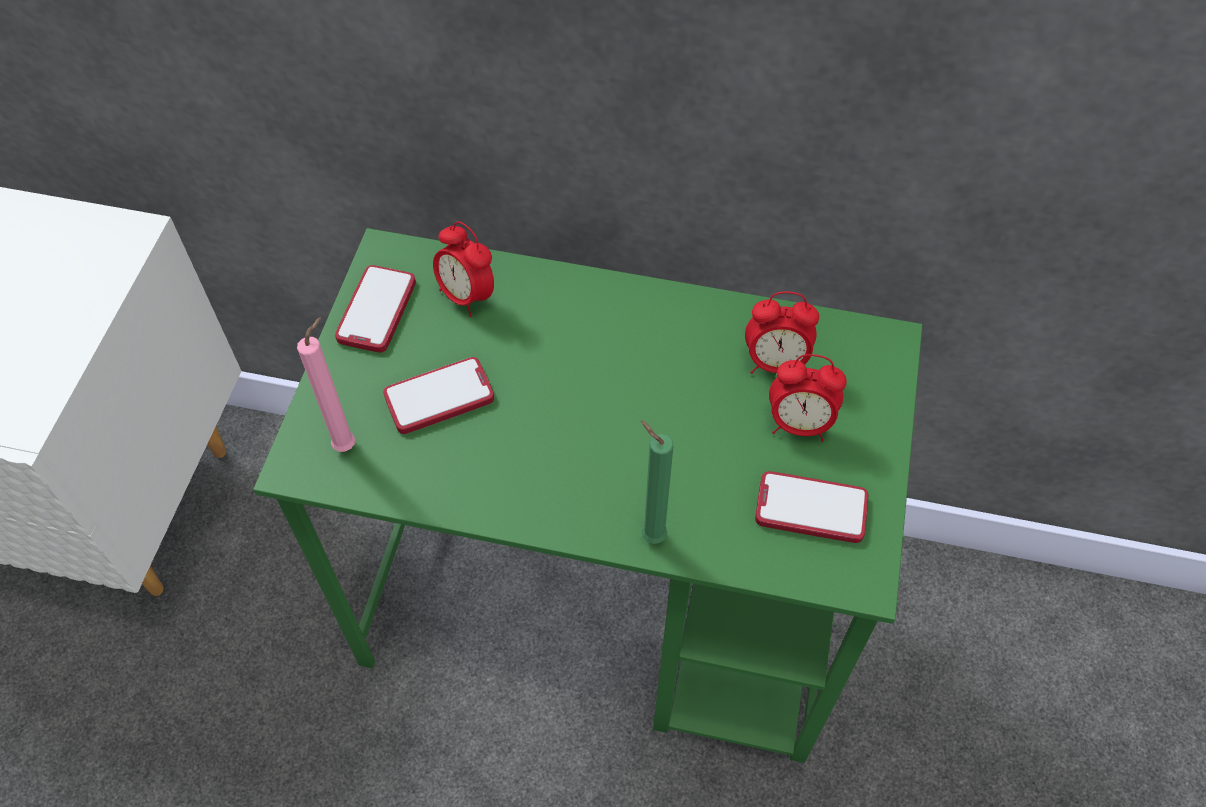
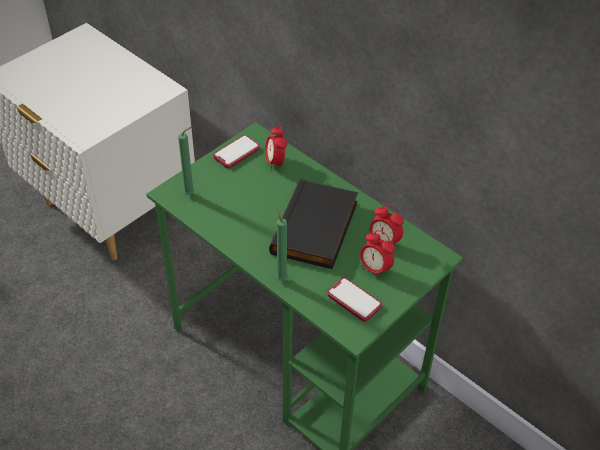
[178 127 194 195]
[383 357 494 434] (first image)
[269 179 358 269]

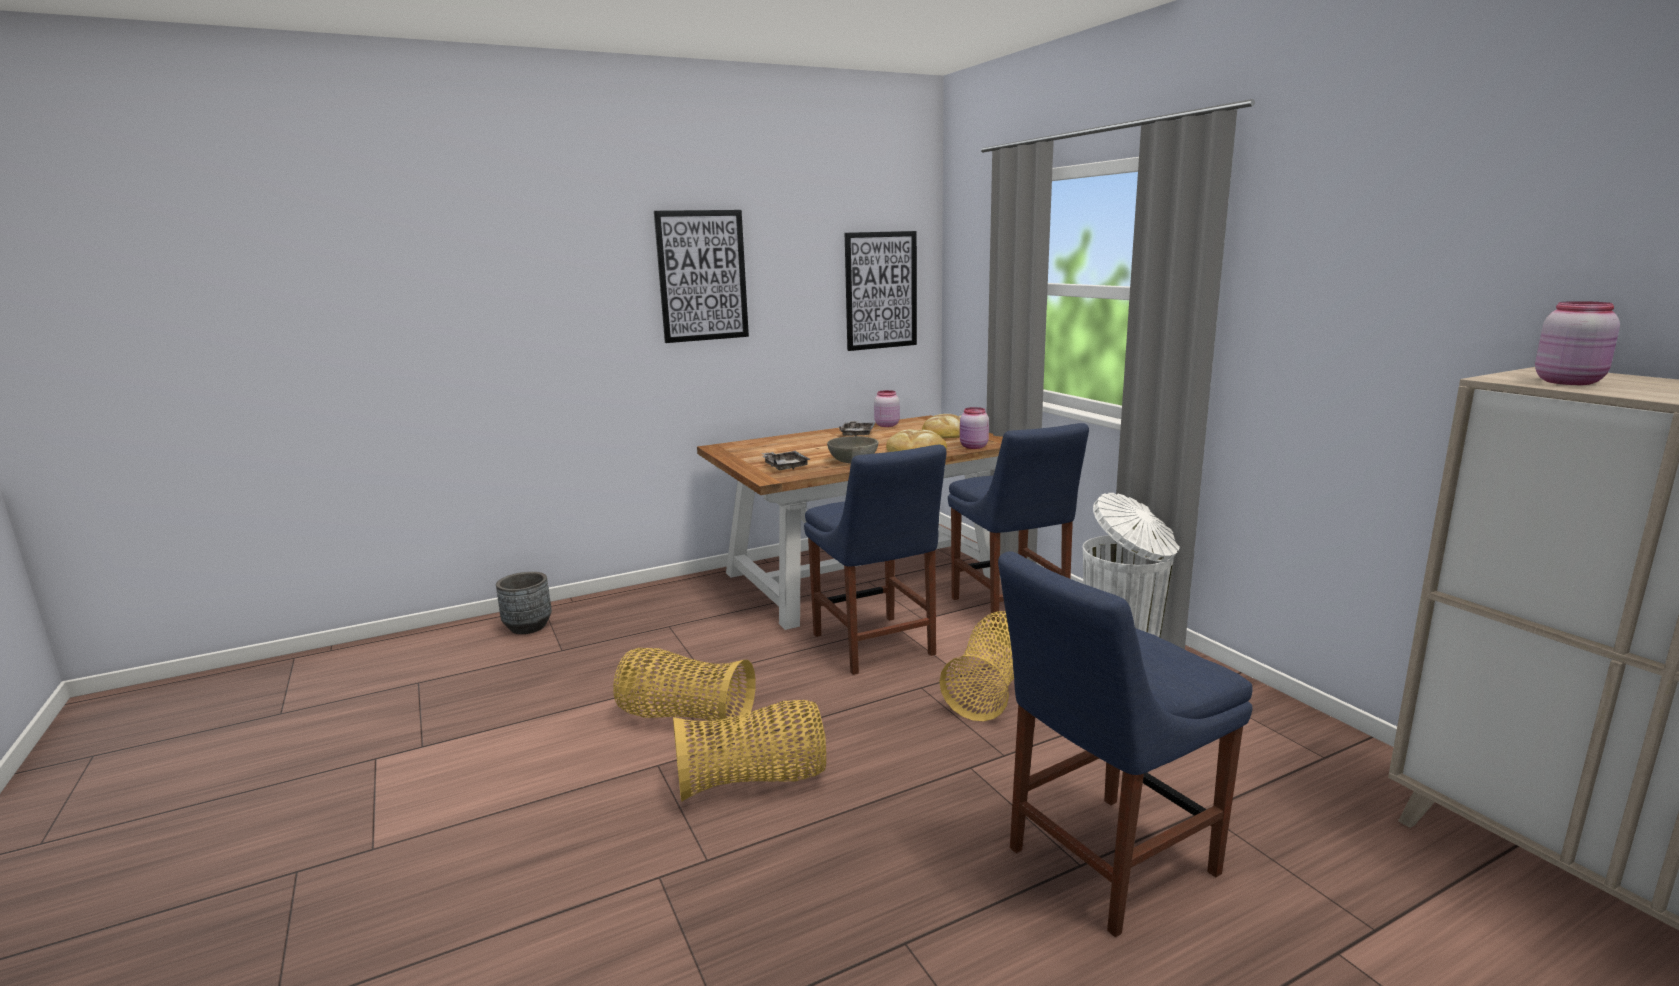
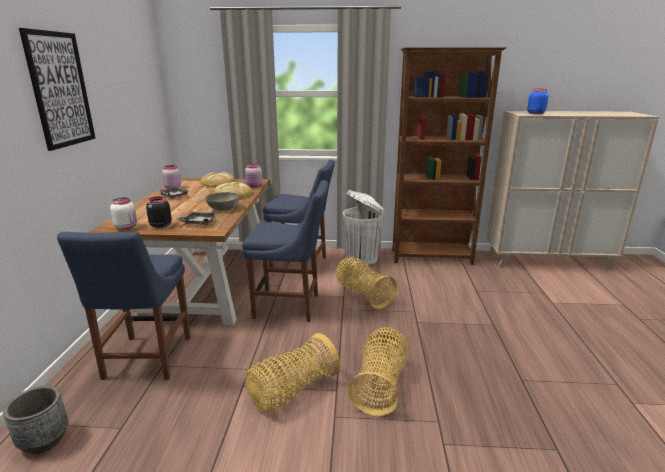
[845 231 917 351] (first image)
[57 232 191 380]
[527 89 549 114]
[110 197 137 230]
[146 196 172 229]
[392 47 507 265]

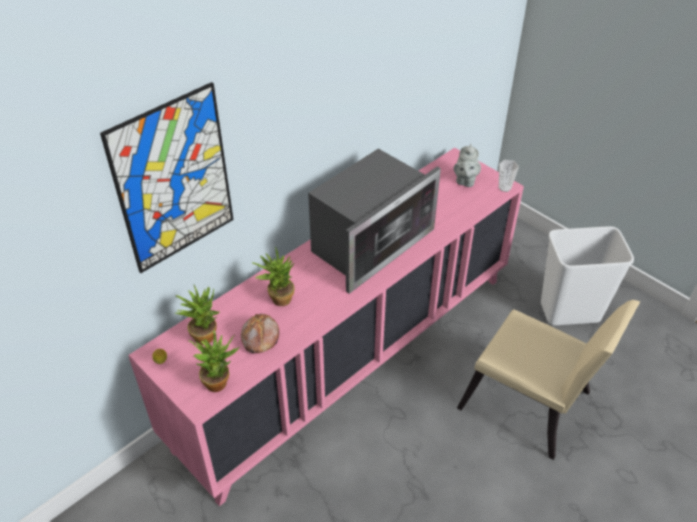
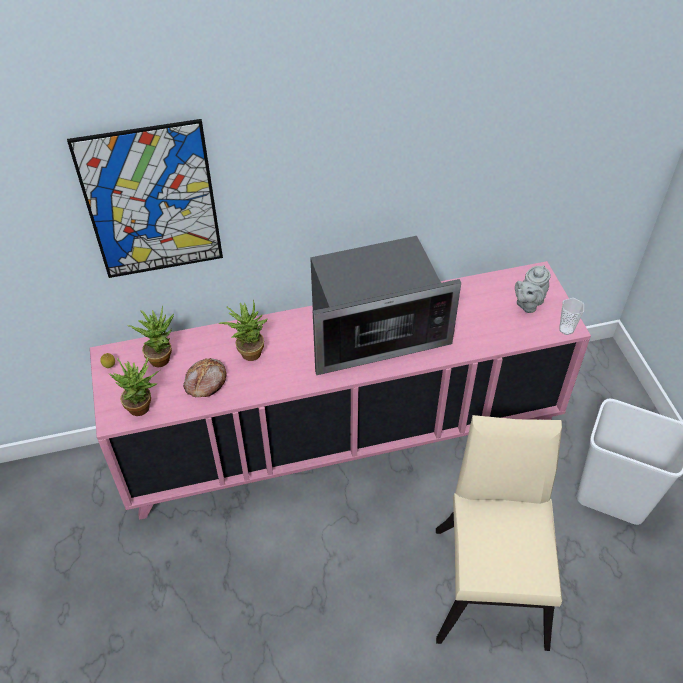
[436 415 562 651]

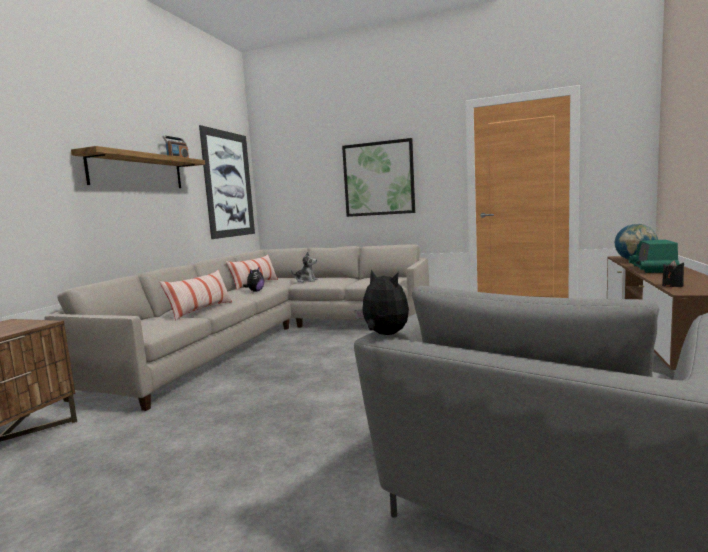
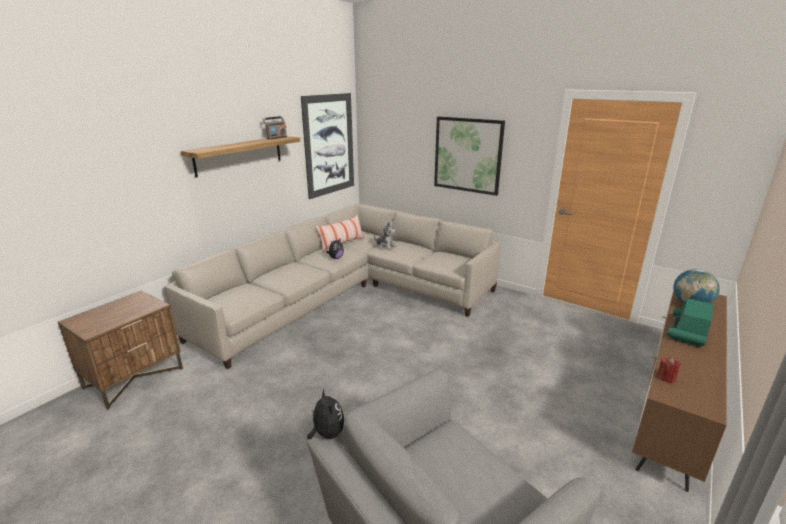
[160 270 232 321] (first image)
[657 357 681 383]

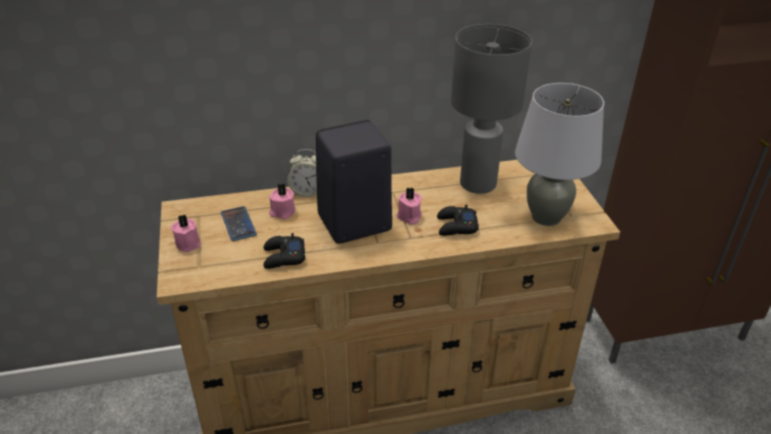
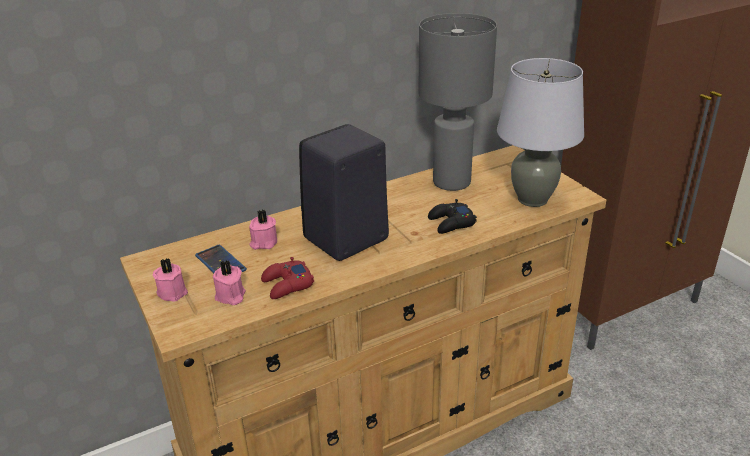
[261 257 314 299]
[287 149 317 197] (first image)
[213 260 246 305]

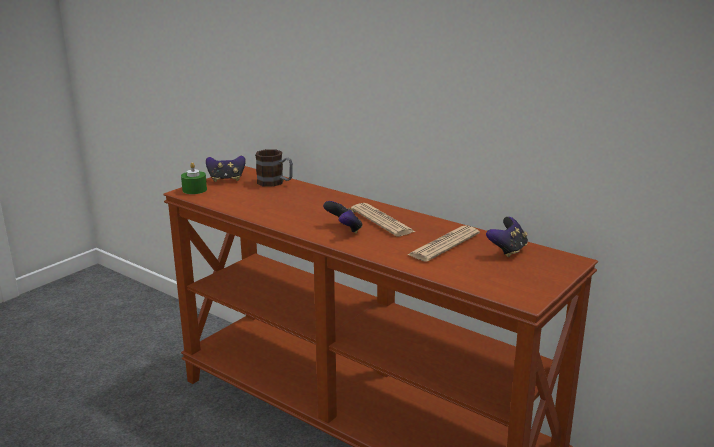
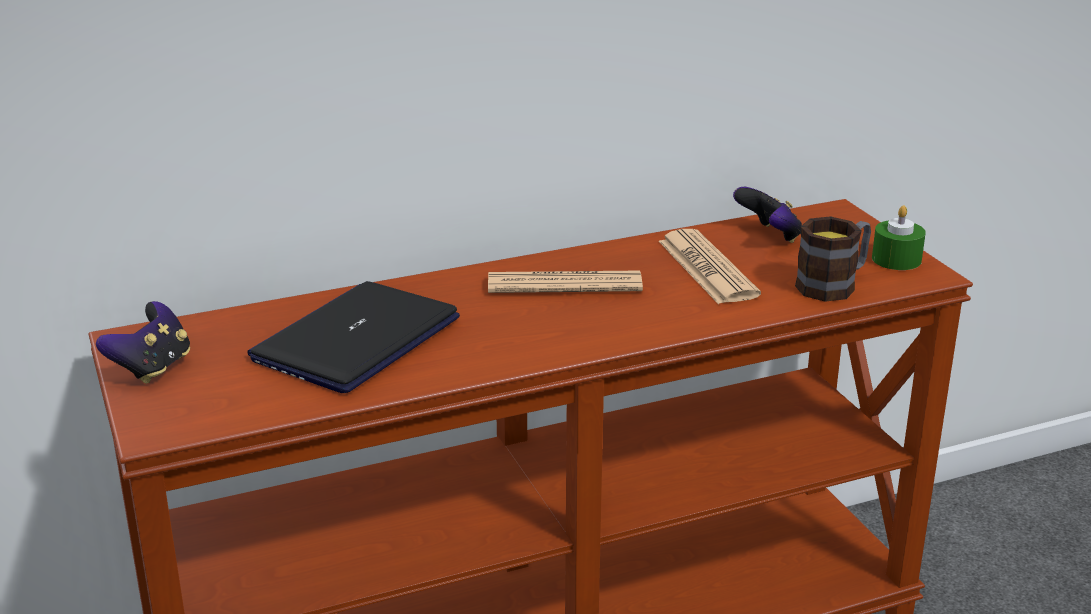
[872 205 926 270]
[795 216 871 302]
[323 201 362 233] (first image)
[247 281 460 393]

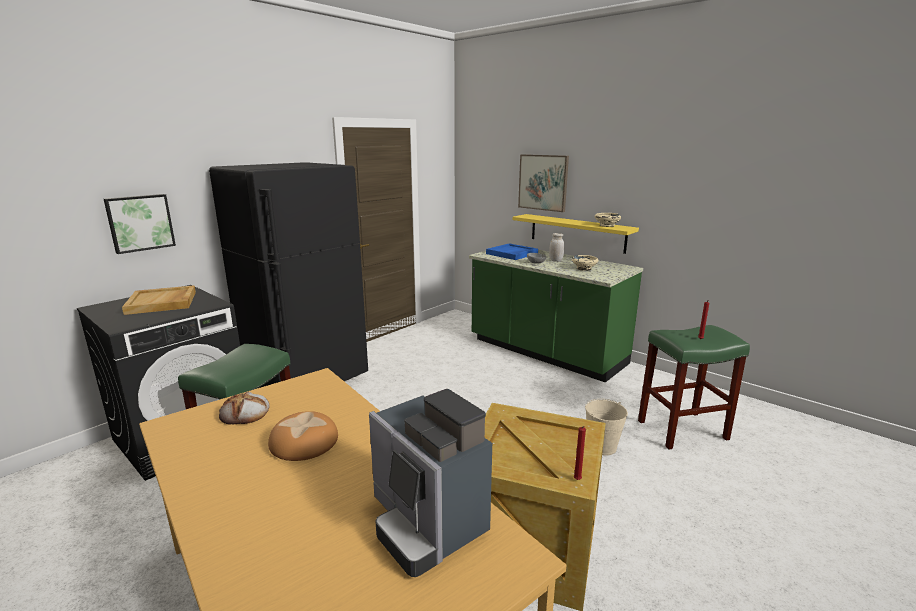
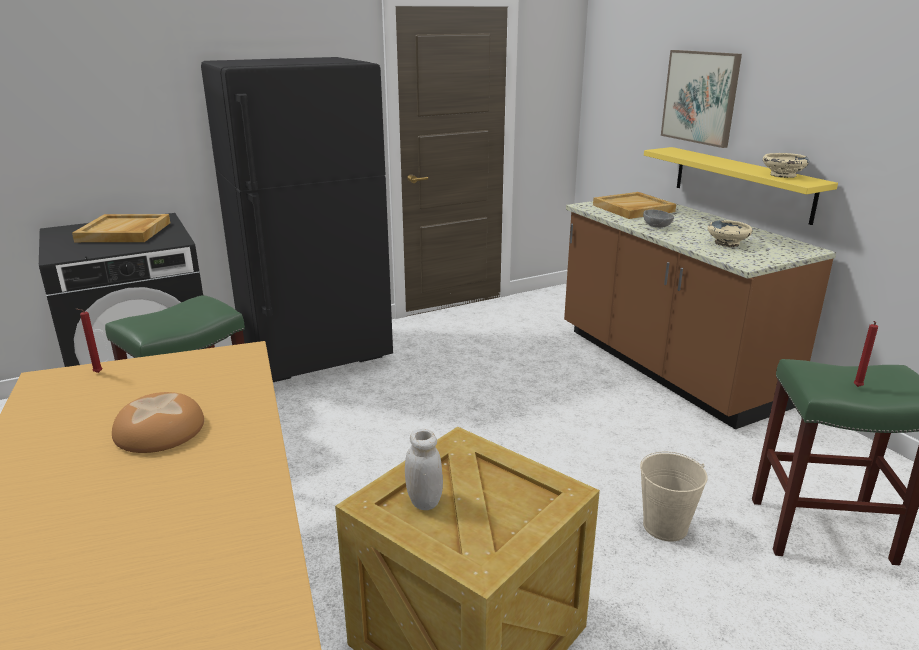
[104 194 176 254] (first image)
[219 392 270 425] (first image)
[369 389 492 577] (first image)
[564 199 836 430]
[593 192 676 219]
[405 429 443 510]
[76 308 103 373]

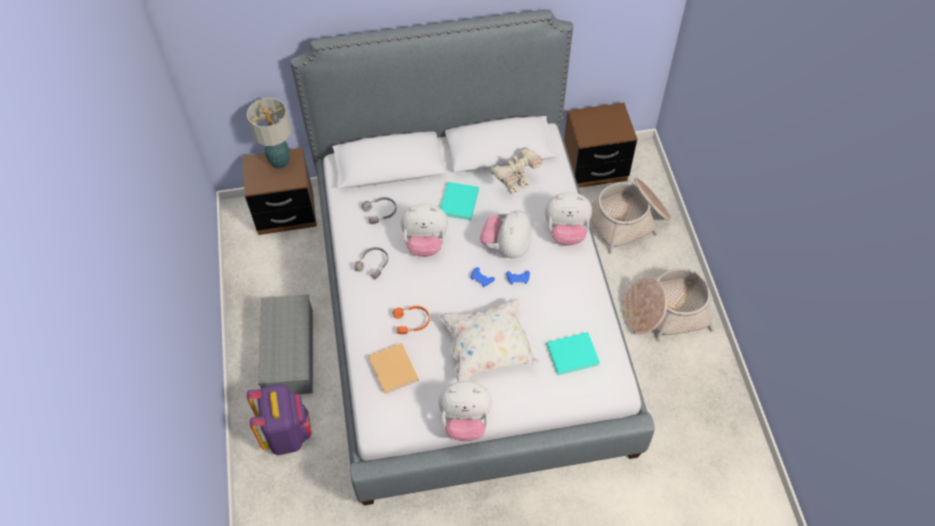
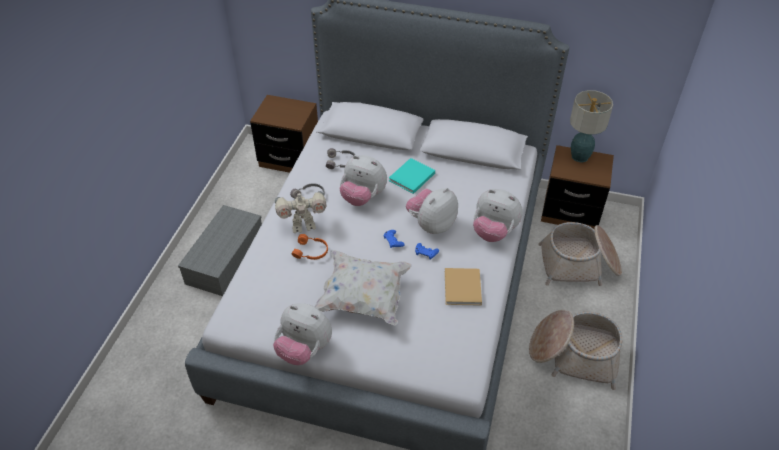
[570 90 613 162]
[247 384 312 455] (first image)
[445 268 482 306]
[275 191 326 233]
[547 332 600 375] (first image)

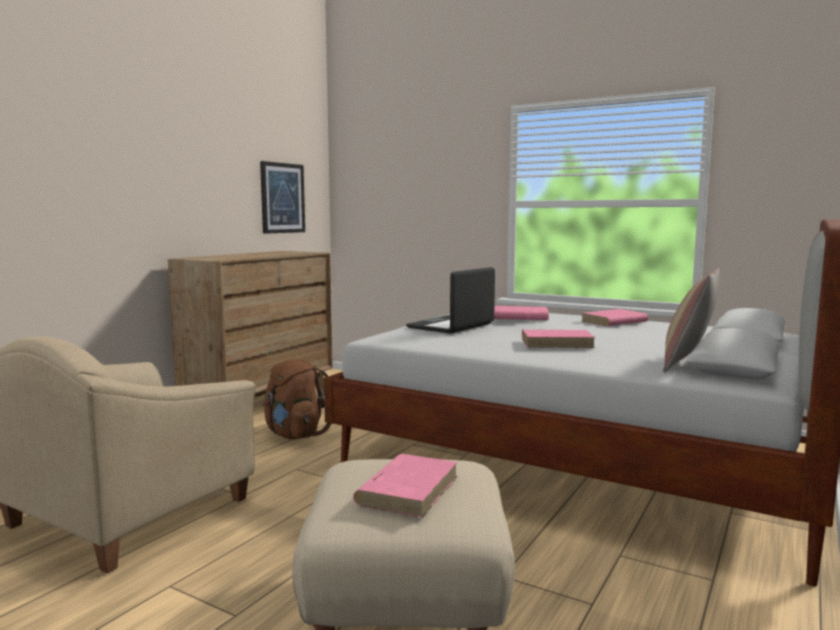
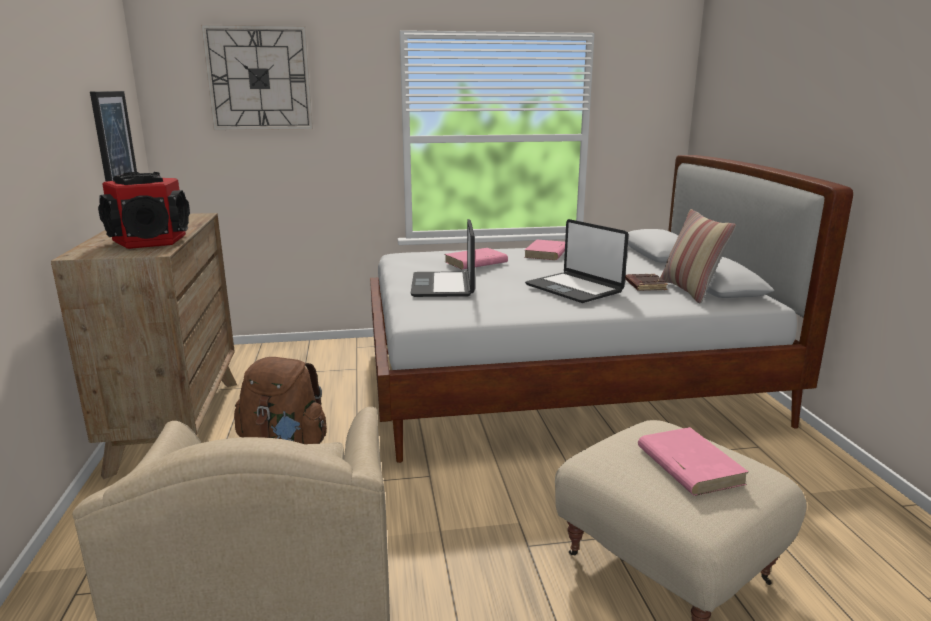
[525 219 629 303]
[98 172 190 249]
[201 25 313 130]
[625 274 668 291]

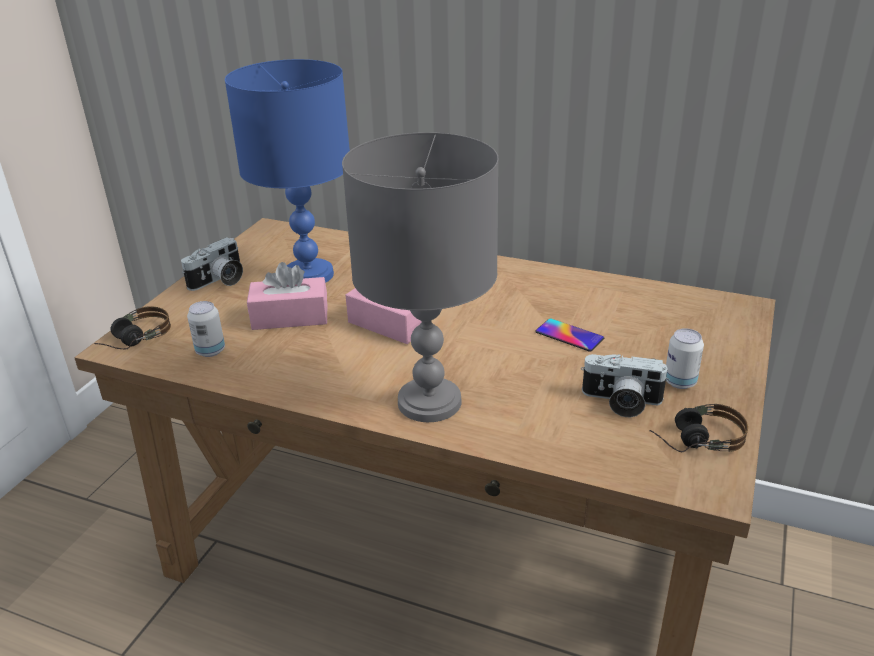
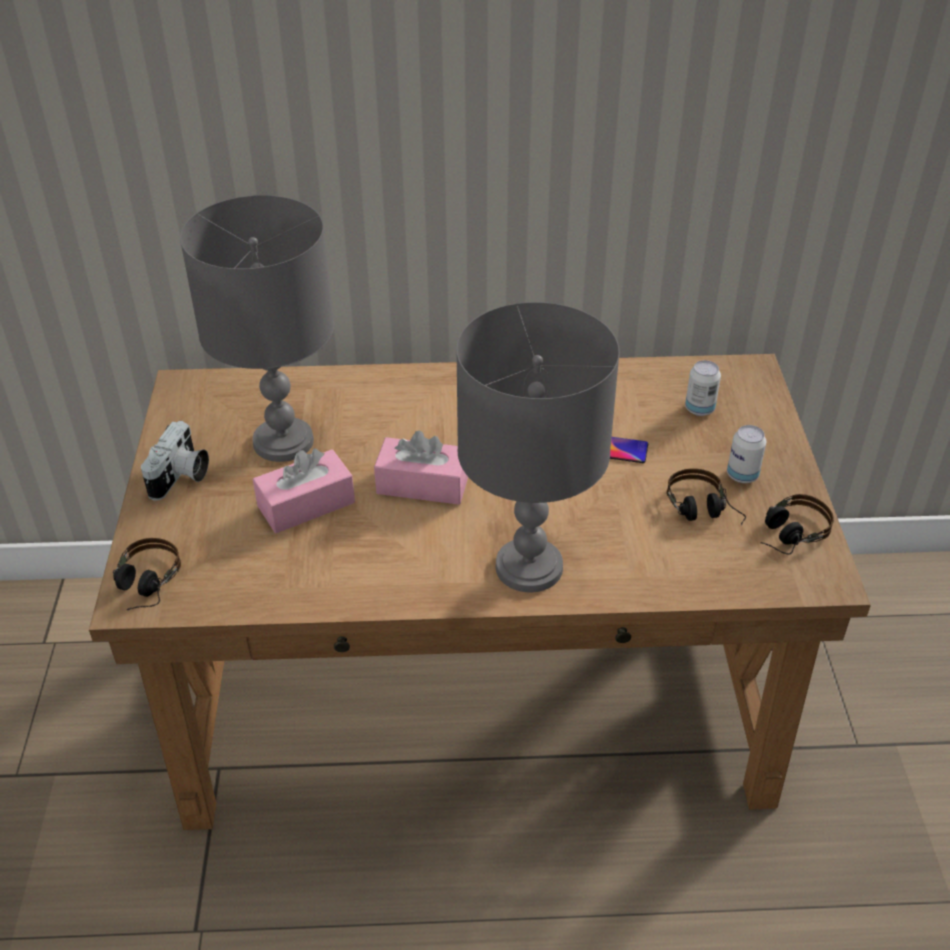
[685 360 721 416]
[180 195 334 462]
[667 469 746 525]

